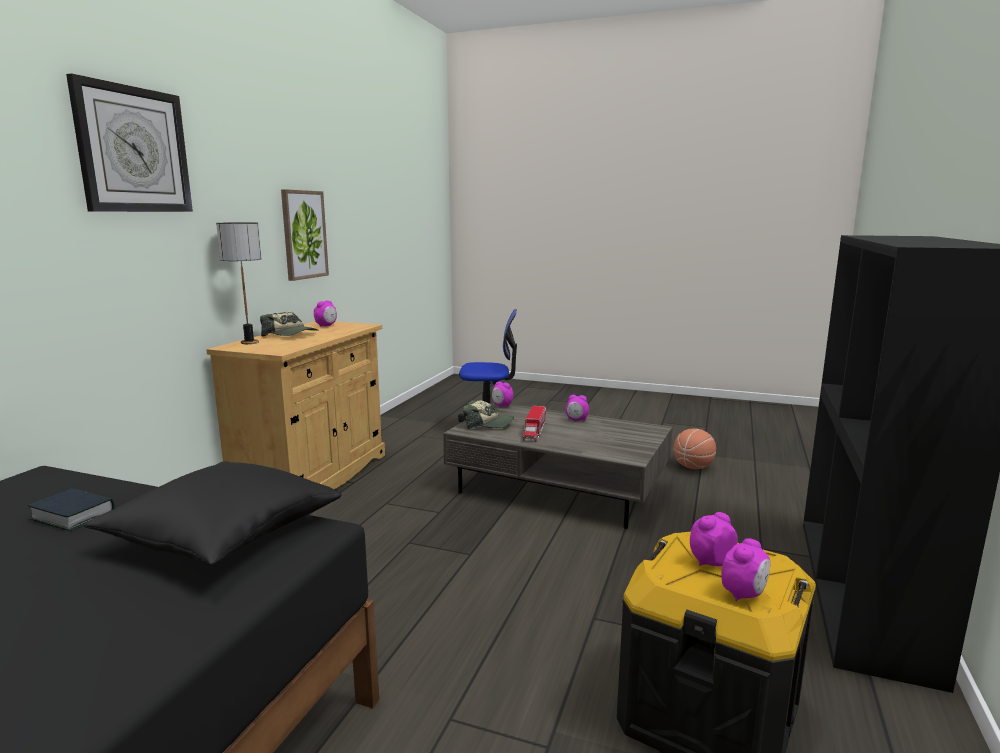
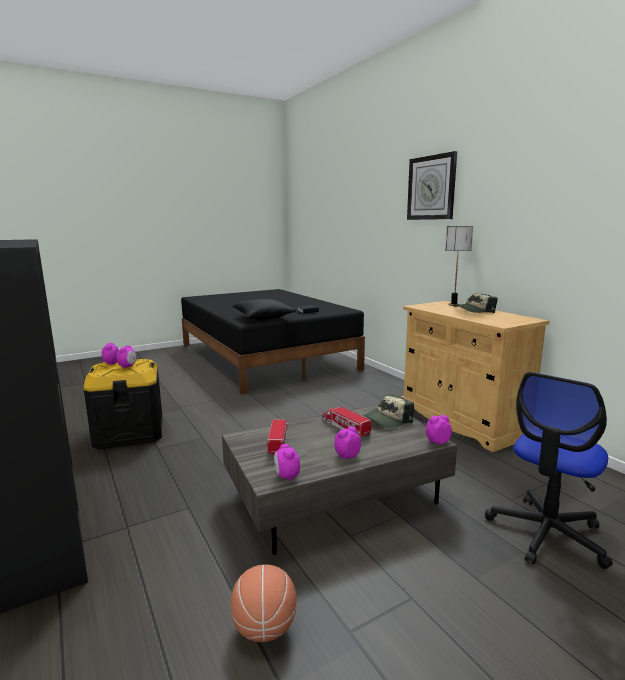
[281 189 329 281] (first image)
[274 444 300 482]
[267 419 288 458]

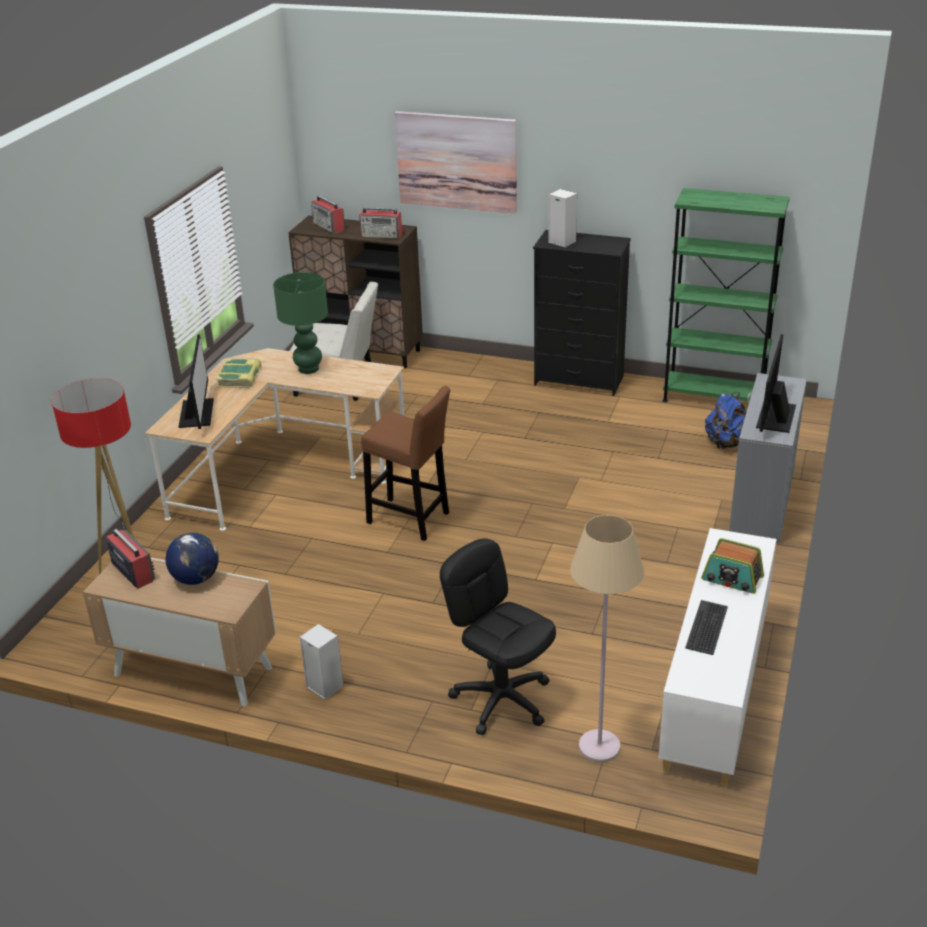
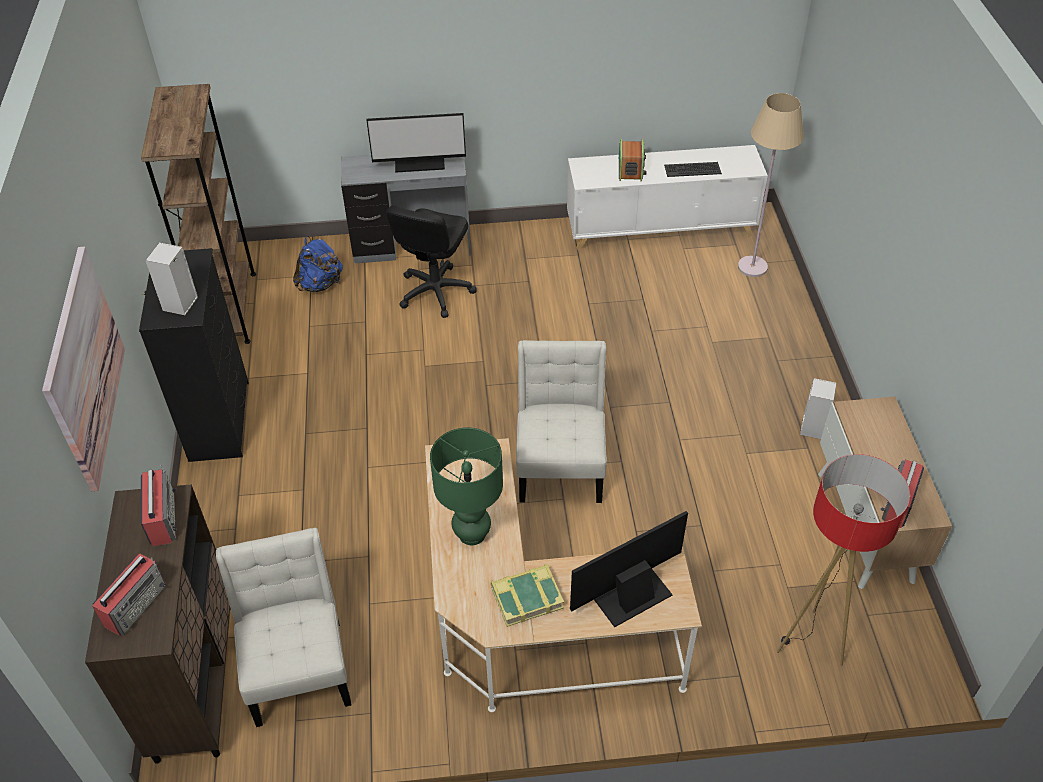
[165 533 219 585] (first image)
[516 340 607 503]
[386 205 476 318]
[141 84 256 344]

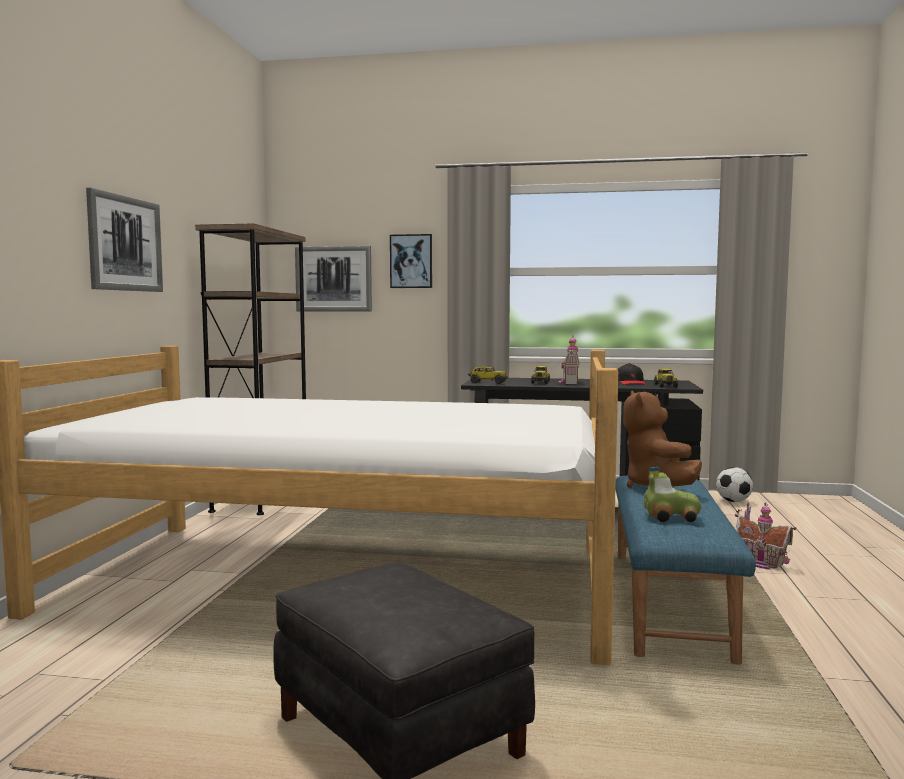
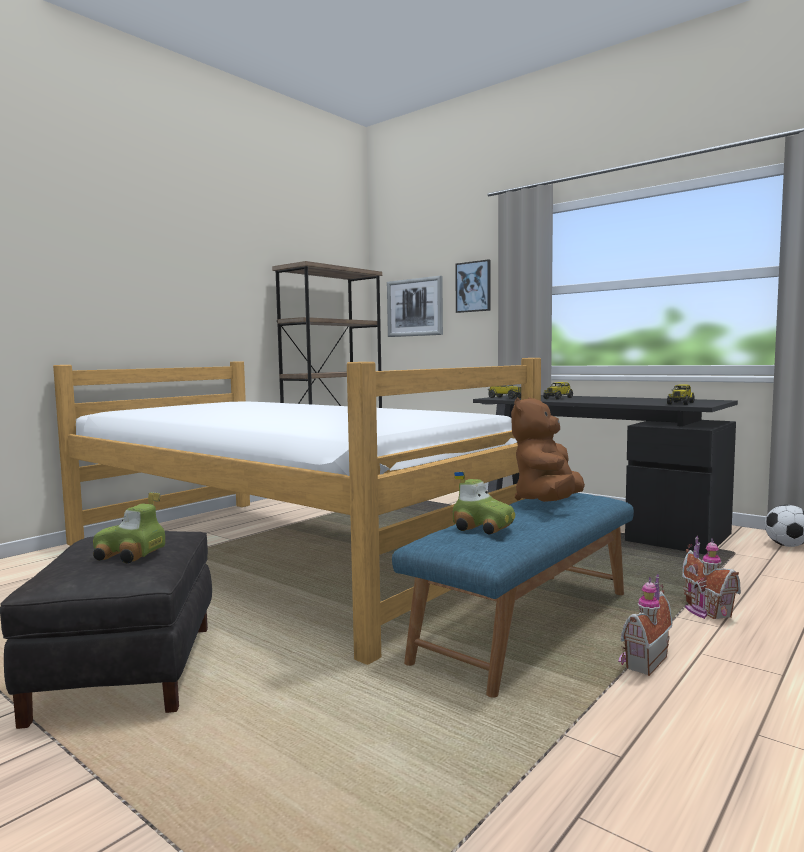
[86 188 163 292] (first image)
[618 574 672 676]
[617 363 645 385] (first image)
[93 492 165 563]

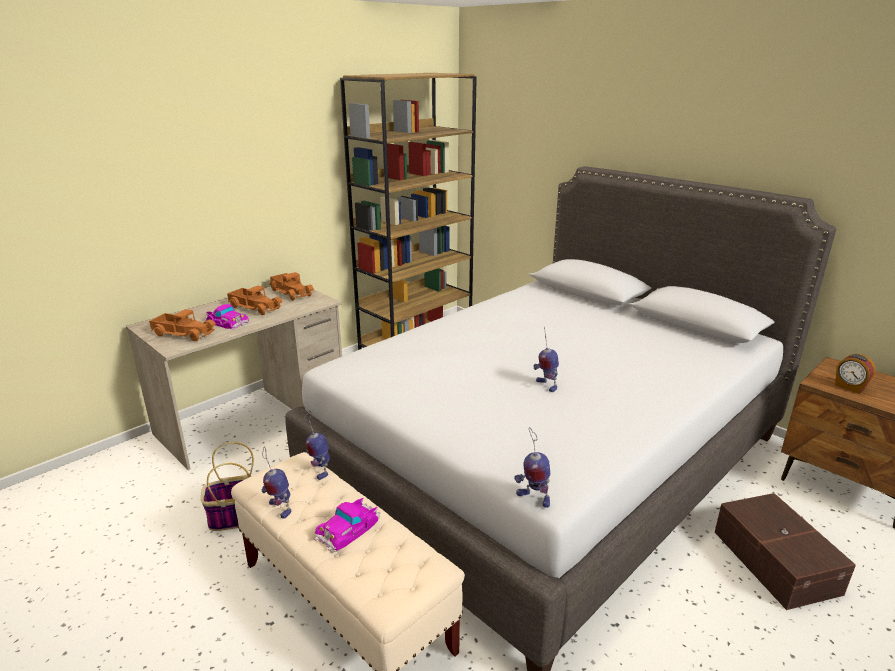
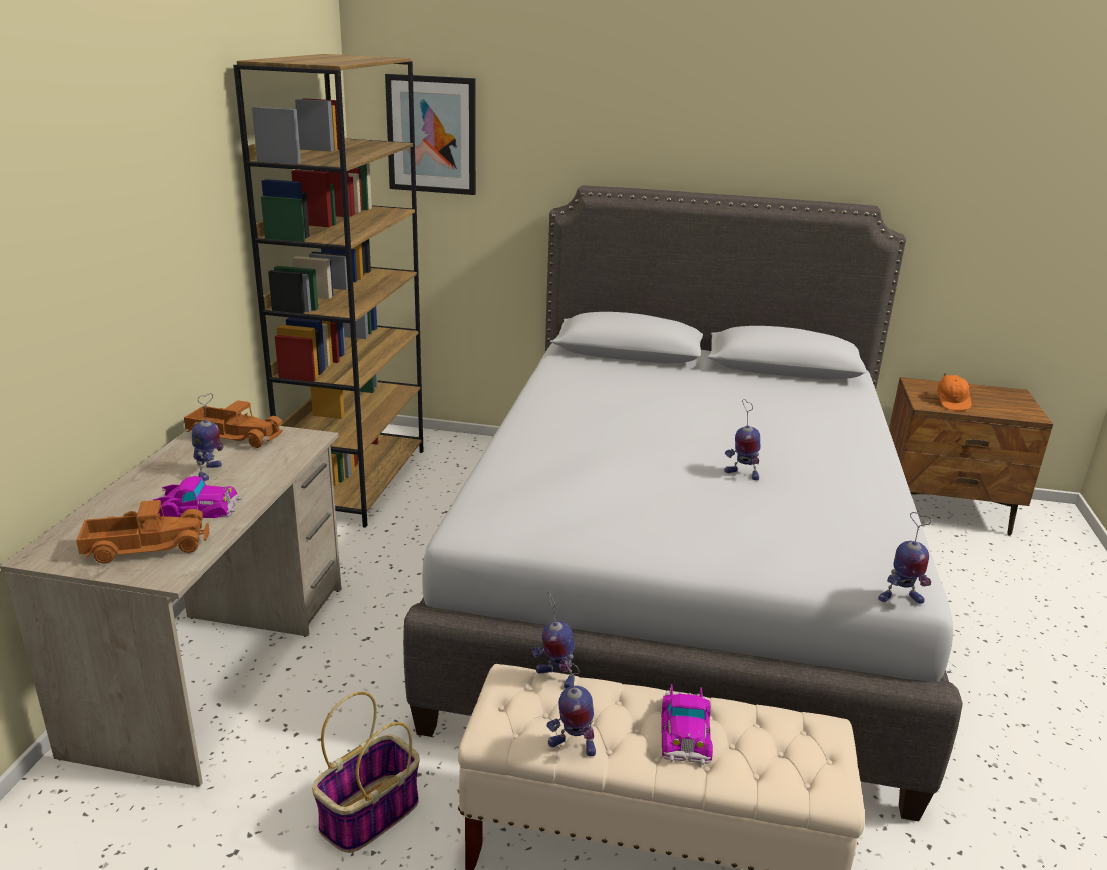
[192 393 224 481]
[715 493 856 610] (first image)
[937 373 972 411]
[385 74 476 195]

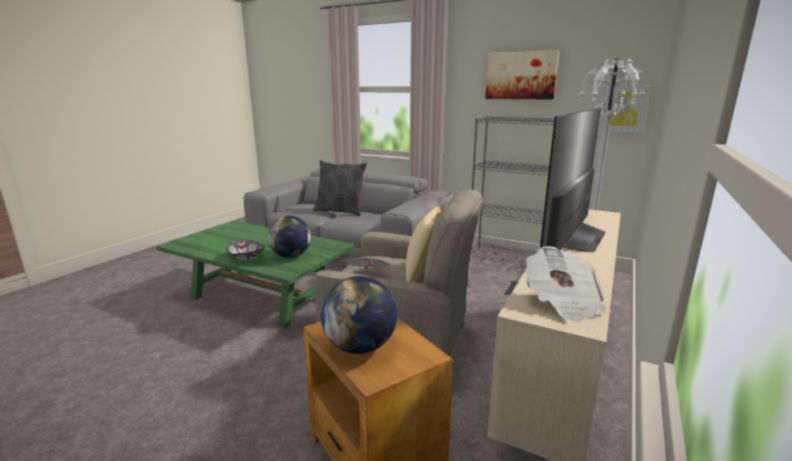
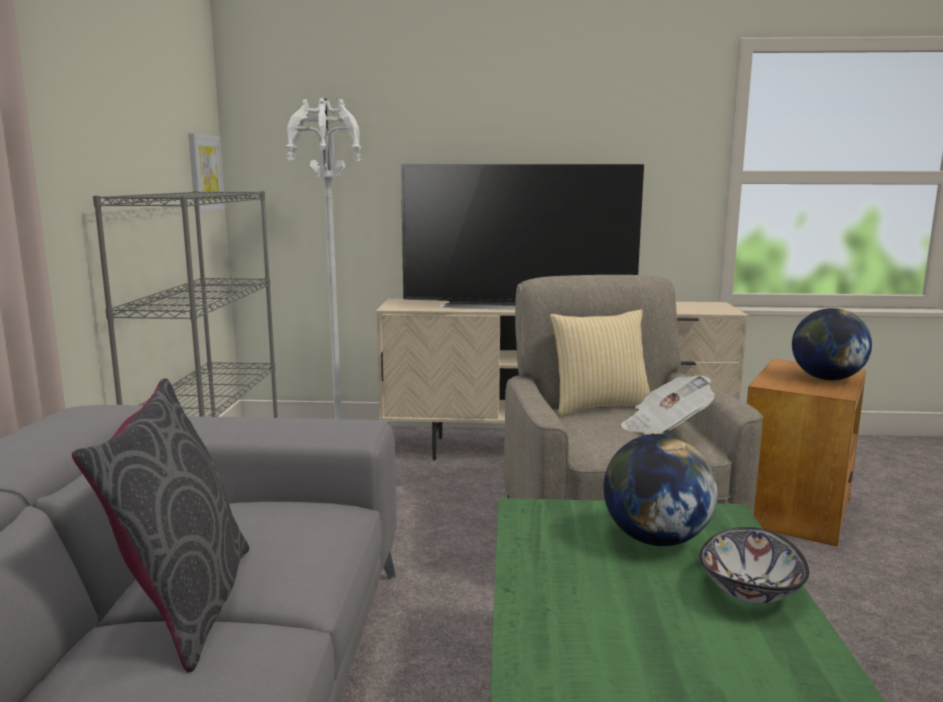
[485 50 559 100] (first image)
[526 246 606 324] (first image)

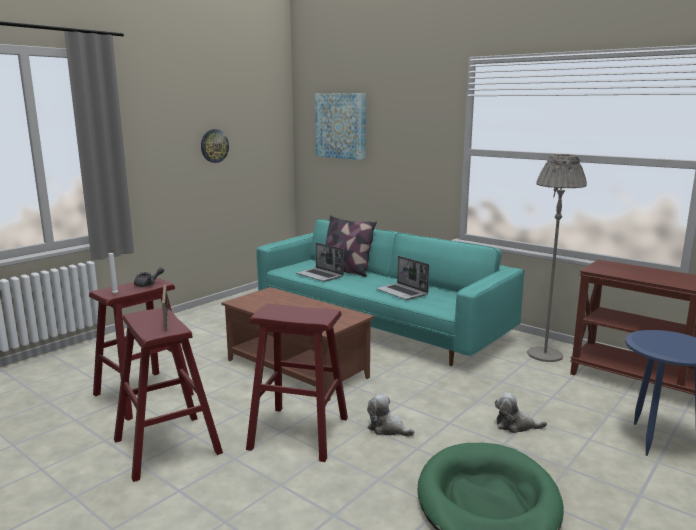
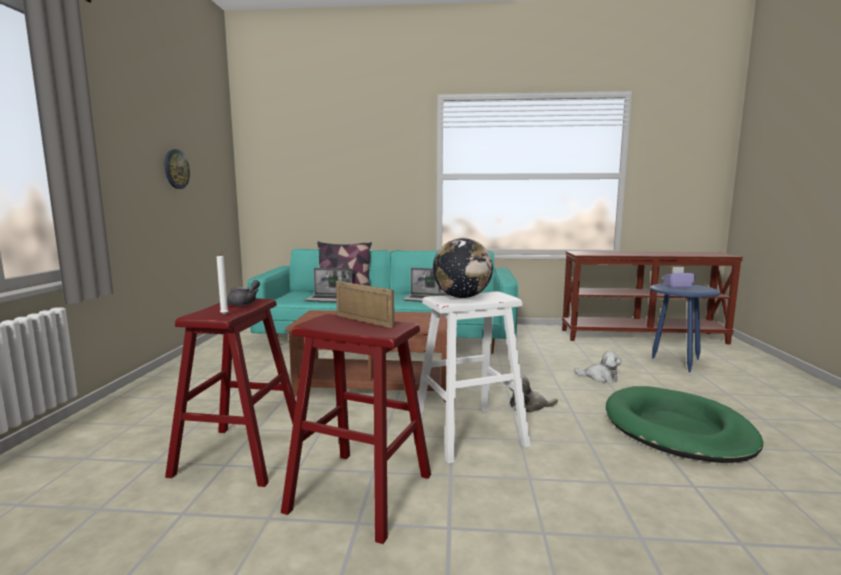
[418 291 531 464]
[315 93 366 160] (first image)
[574 351 622 383]
[527 154 587 362] (first image)
[433 238 493 298]
[663 267 696 288]

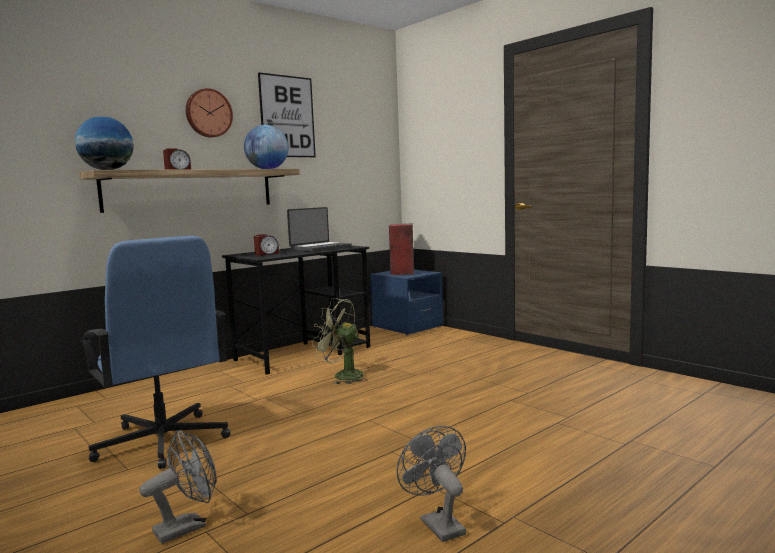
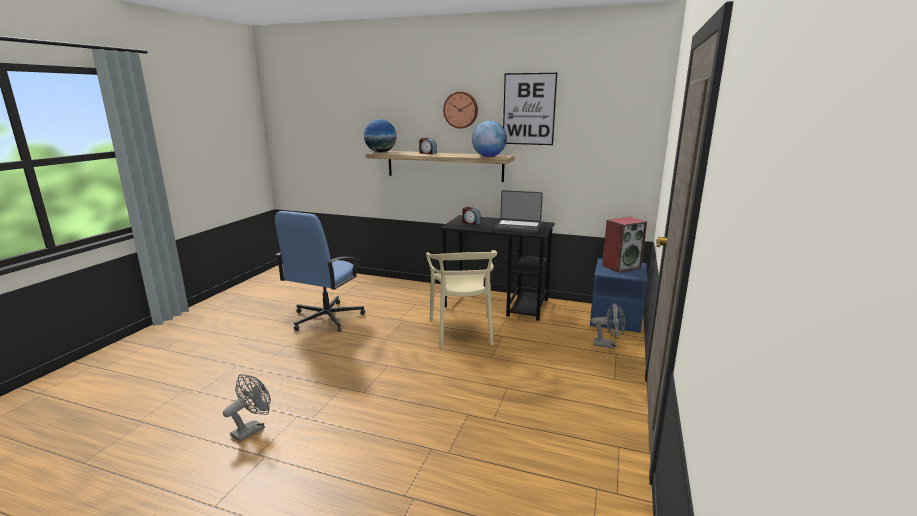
[591 303 625 349]
[426 250 498 348]

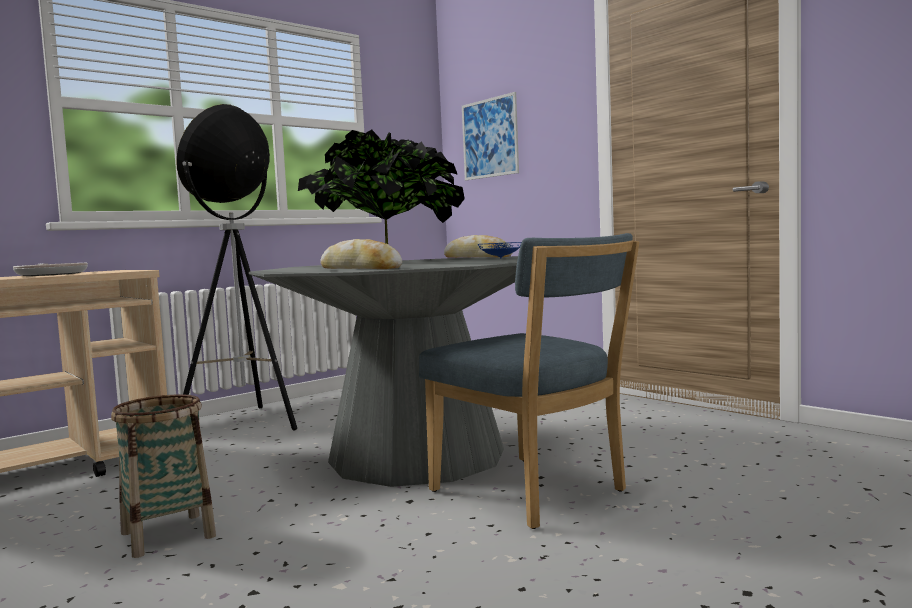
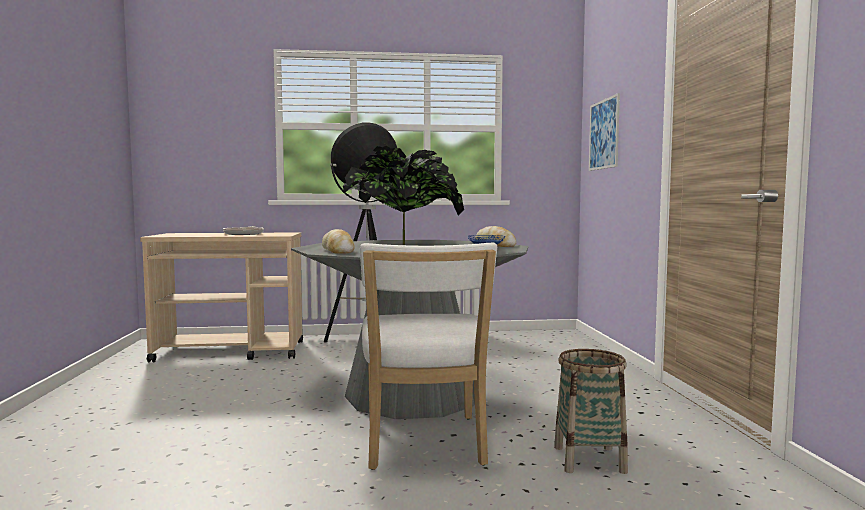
[554 349 628 474]
[360 243 497 470]

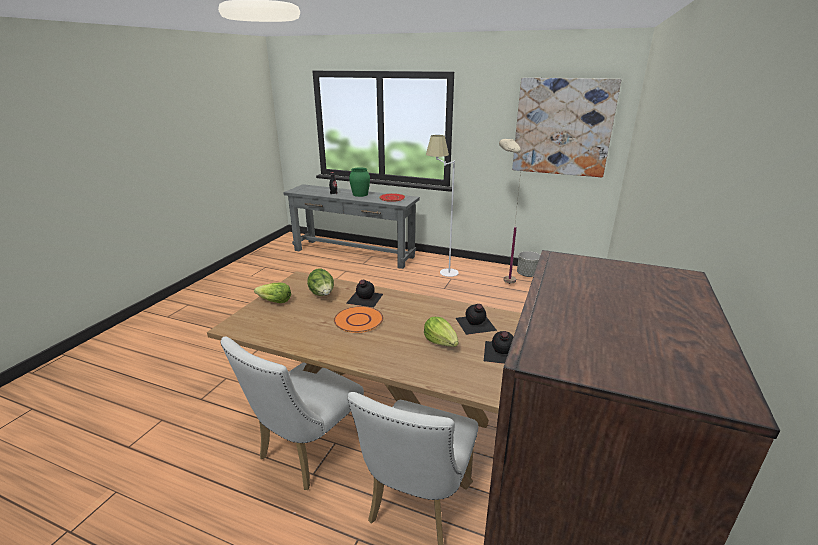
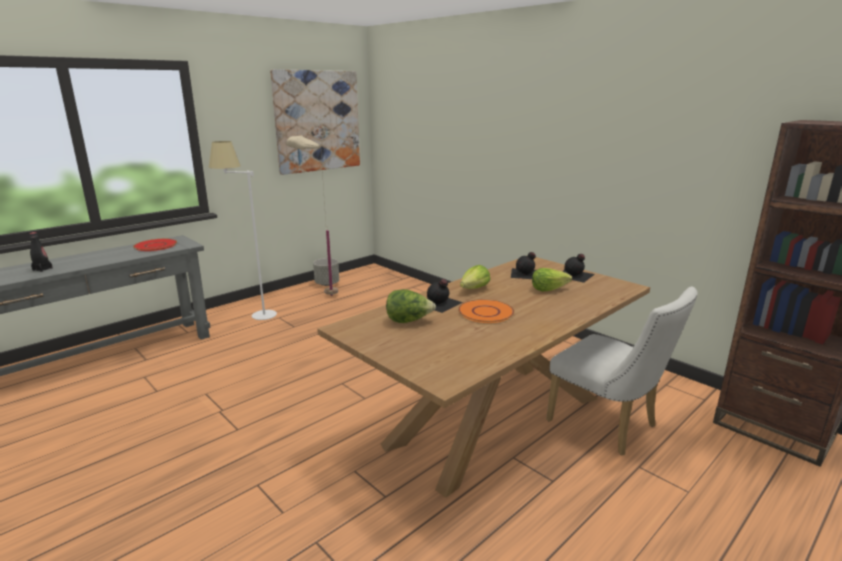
[220 337 364 490] (first image)
[460 265 491 289]
[349 167 370 197] (first image)

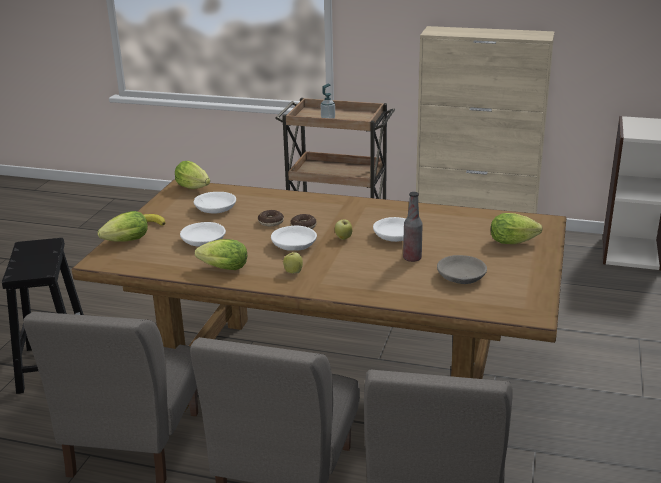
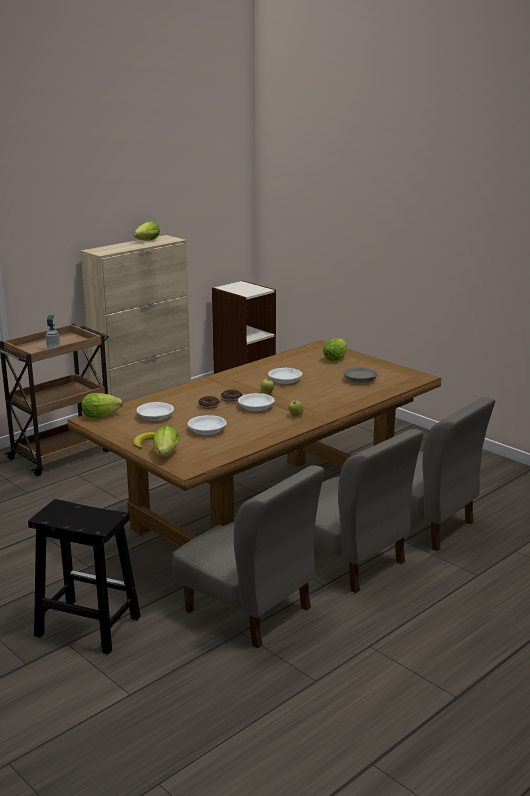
[133 221 160 241]
[403 192 423 262] (first image)

